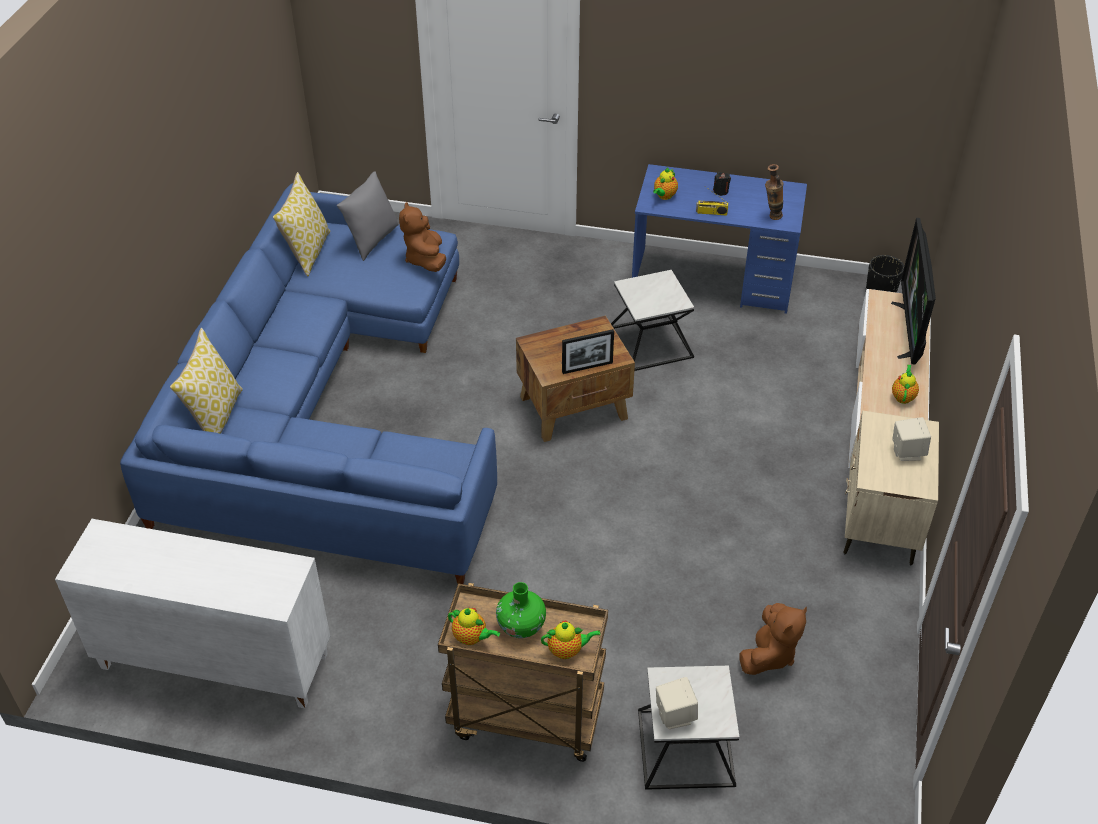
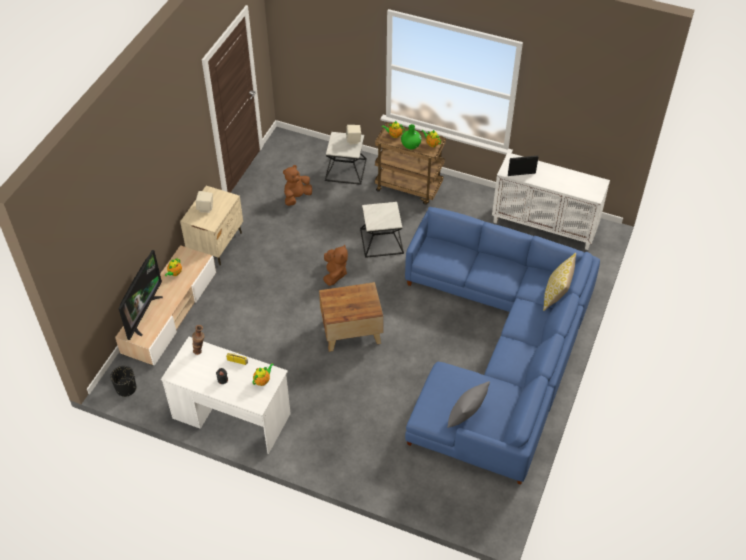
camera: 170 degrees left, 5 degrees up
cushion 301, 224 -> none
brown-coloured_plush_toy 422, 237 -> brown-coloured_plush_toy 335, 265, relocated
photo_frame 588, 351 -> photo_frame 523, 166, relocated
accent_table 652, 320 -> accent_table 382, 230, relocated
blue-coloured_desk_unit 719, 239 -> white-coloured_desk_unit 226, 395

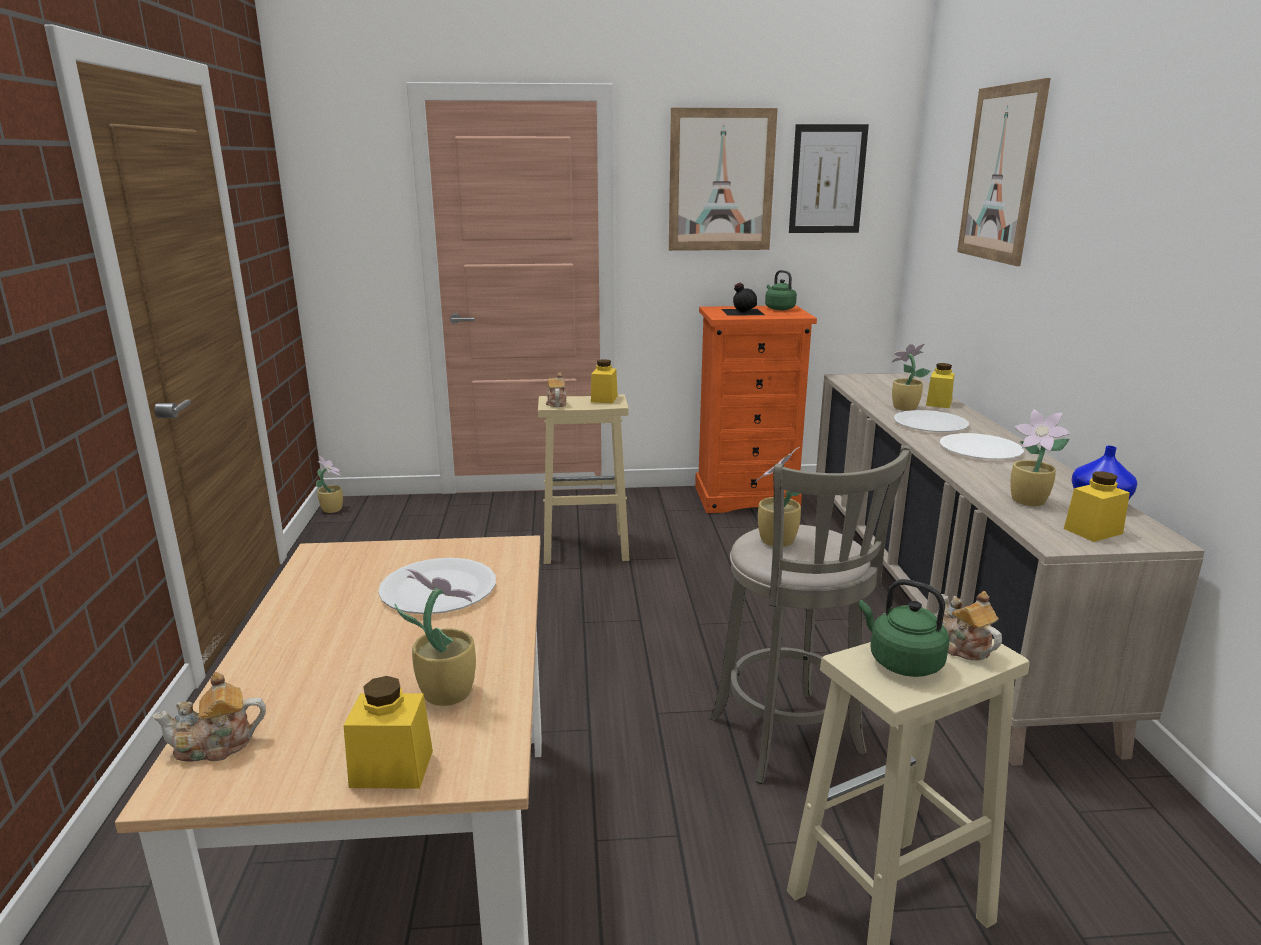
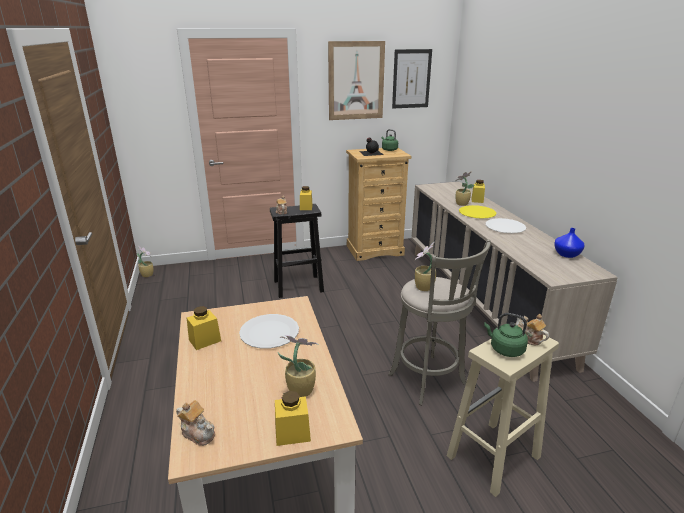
camera: 10 degrees left, 5 degrees up
teapot 209, 717 -> teapot 195, 423, 120 degrees counterclockwise
beige-coloured_stool 584, 479 -> black_stool 297, 251
orange-coloured_chest_of_drawers 756, 409 -> beige-coloured_chest_of_drawers 378, 204
white-coloured_dinner_plate 931, 421 -> yellowish_dinner_plate 478, 212
picture 1004, 172 -> none
houseplant 1040, 457 -> none
yellowish_preserve_jar 1097, 506 -> yellowish_preserve_jar 204, 328, relocated

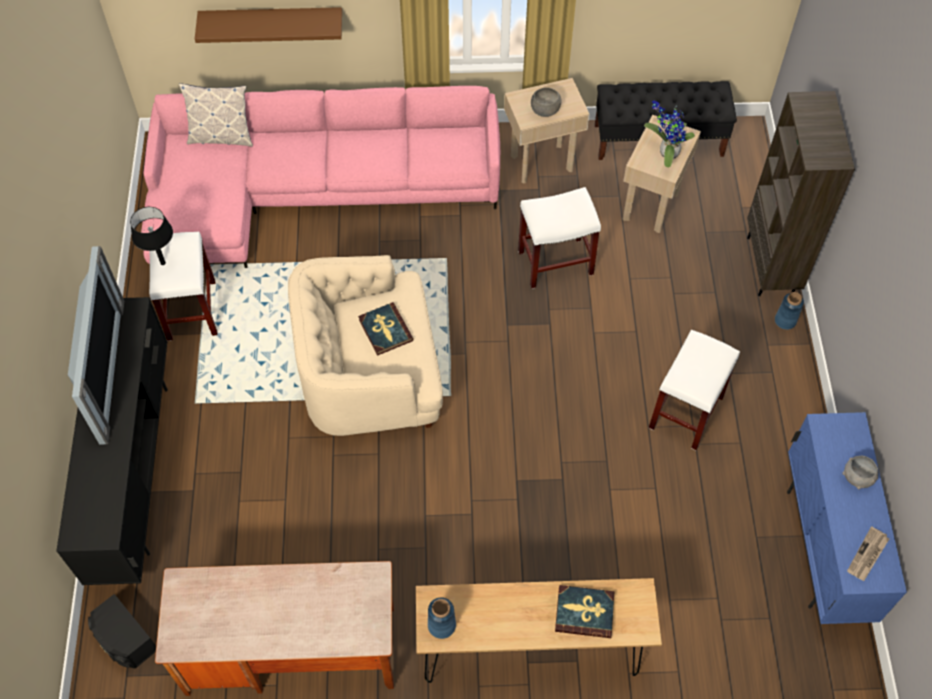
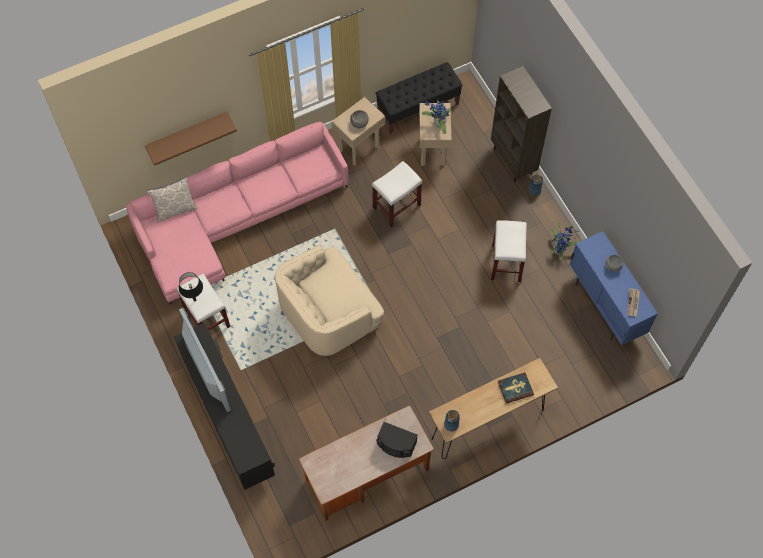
camera: 25 degrees left, 5 degrees up
black_audio_speaker 122, 631 -> black_audio_speaker 396, 440, relocated
book 386, 329 -> none
none -> houseplant 565, 240

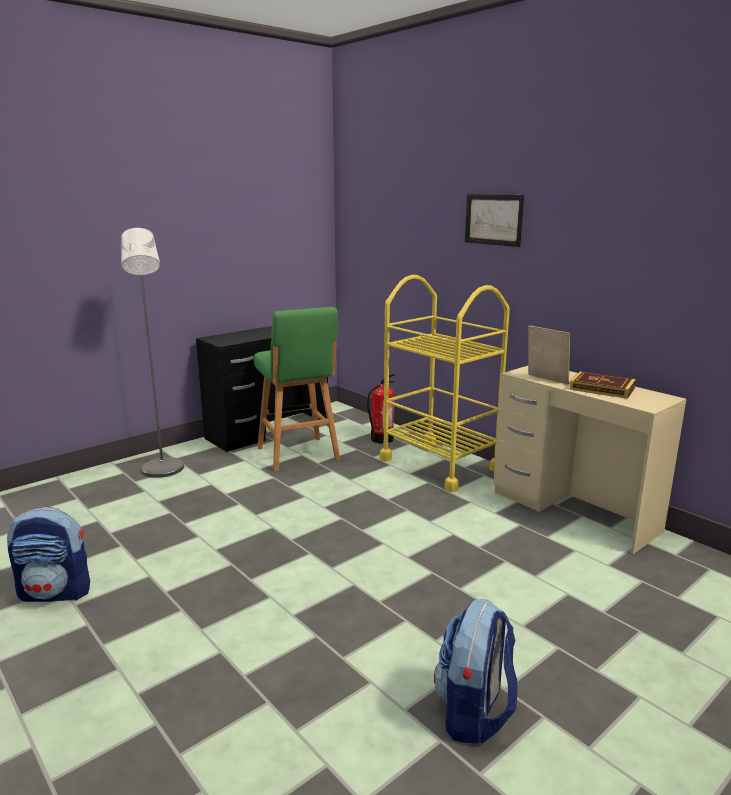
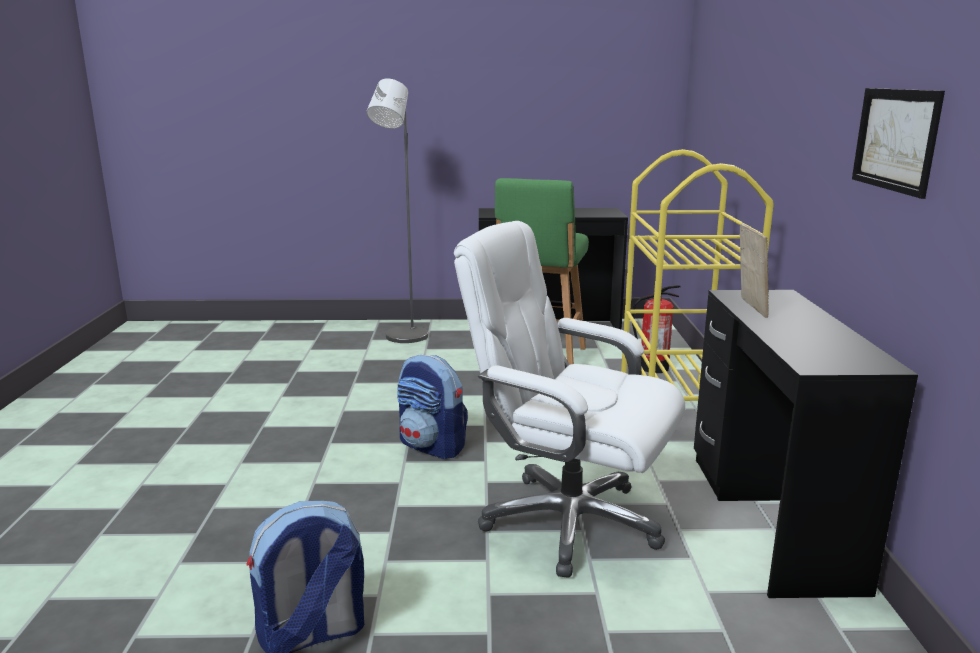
camera: 40 degrees right, 0 degrees up
backpack 48, 554 -> backpack 432, 407, relocated
picture 494, 220 -> picture 898, 143, relocated
beige-coloured_desk_unit 590, 460 -> black_desk_unit 806, 444
book 603, 385 -> none
none -> white-coloured_computer_chair 570, 399

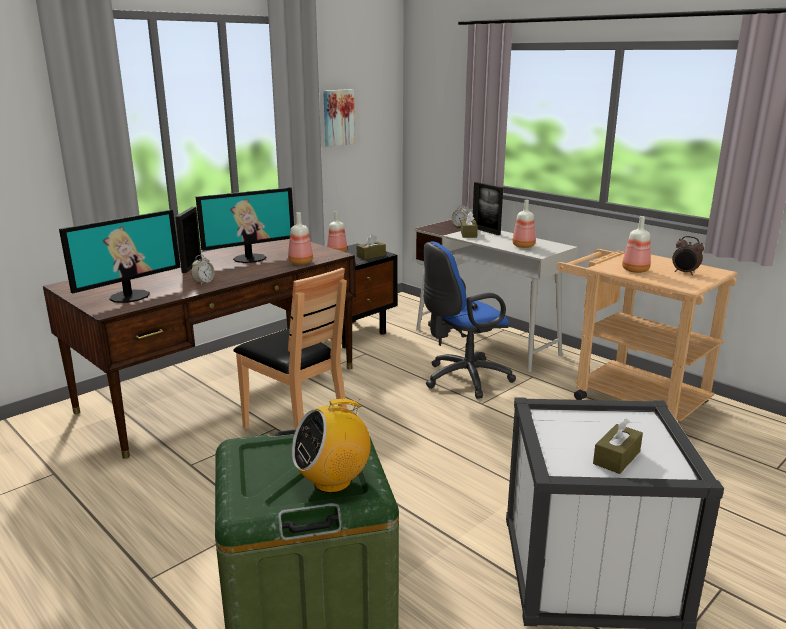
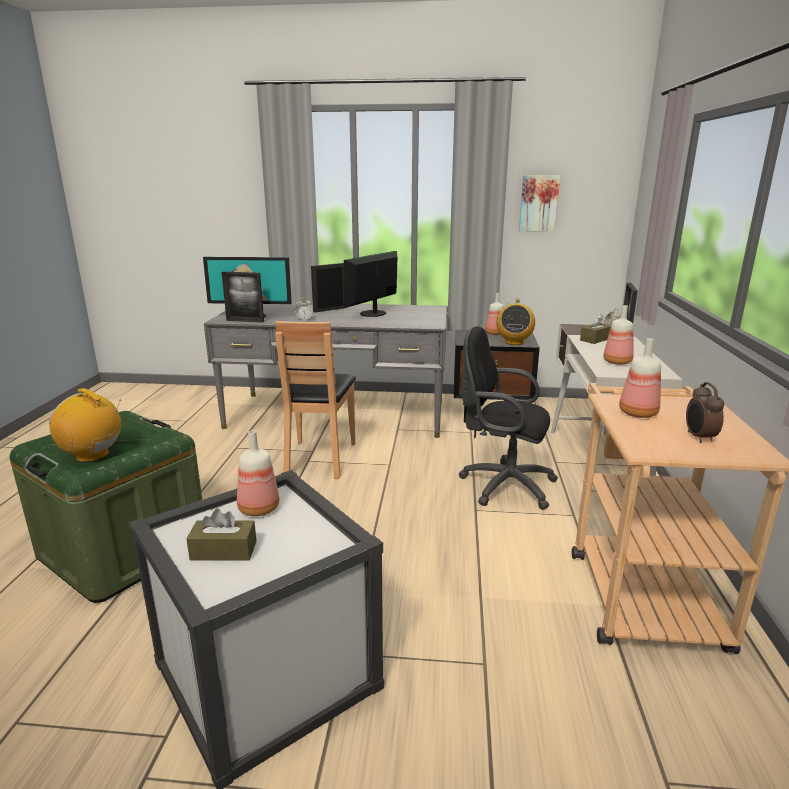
camera: 50 degrees right, 0 degrees up
brown-coloured_desk_unit 199, 349 -> gray_desk_unit 325, 370
computer_screen 245, 225 -> computer_screen 371, 284, 105 degrees clockwise
beverage_bottle 300, 238 -> beverage_bottle 258, 473, relocated
brown-coloured_tissue_box 371, 247 -> radio 515, 322
blue-coloured_computer_chair 470, 320 -> black_computer_chair 508, 418
none -> photo_frame 242, 297

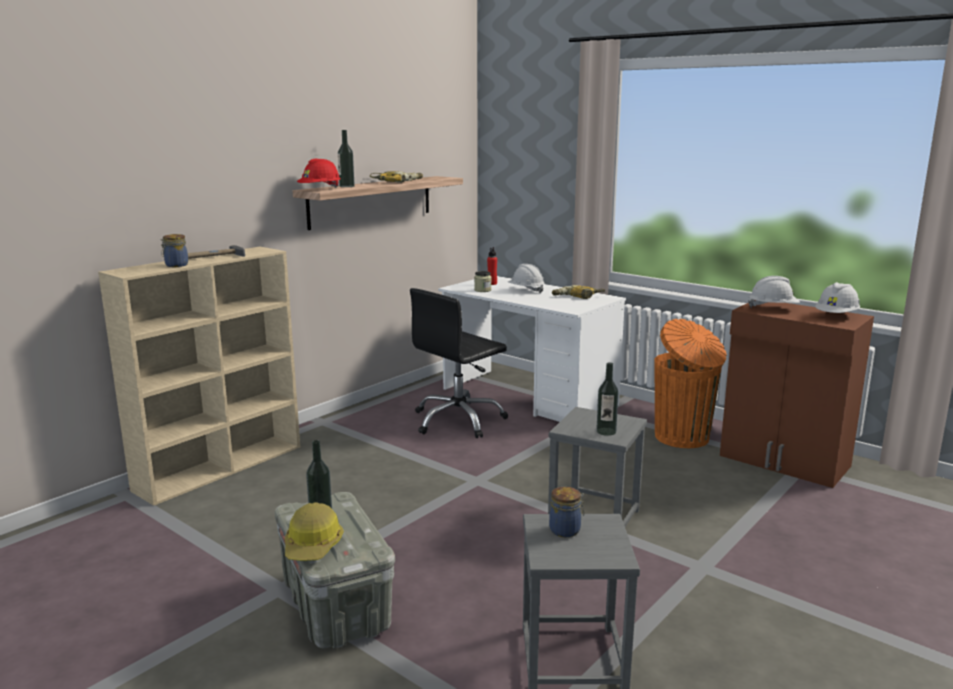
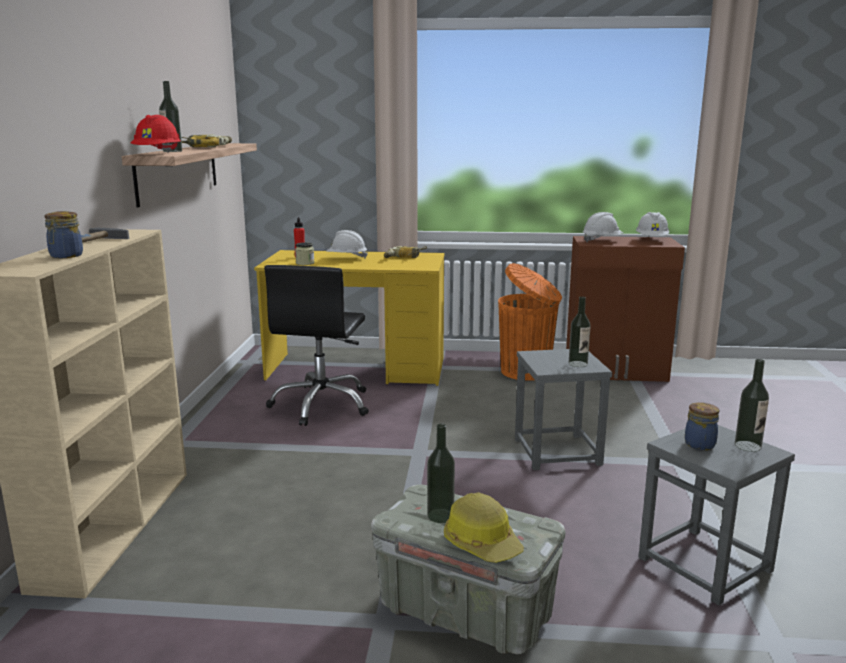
camera: 35 degrees left, 0 degrees up
white-coloured_desk_unit 532, 349 -> yellowish_desk_unit 349, 318
none -> beverage_bottle 752, 405

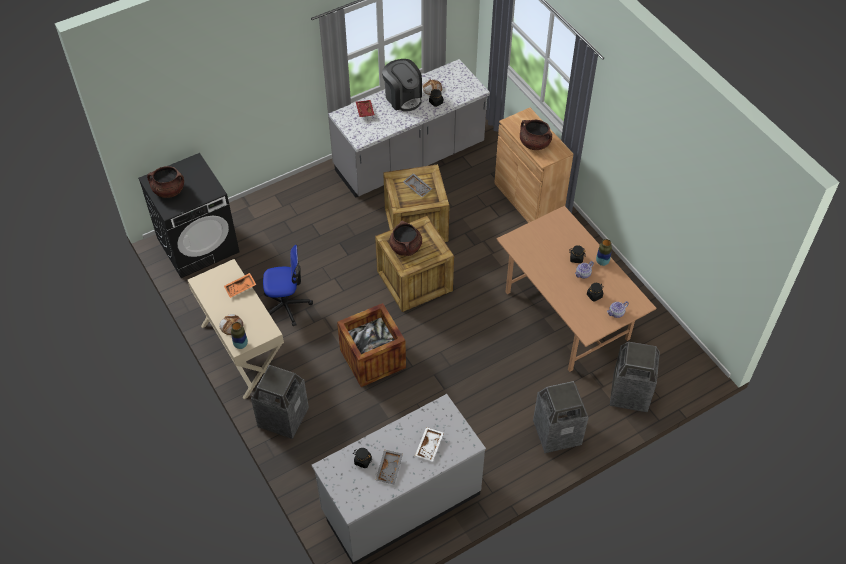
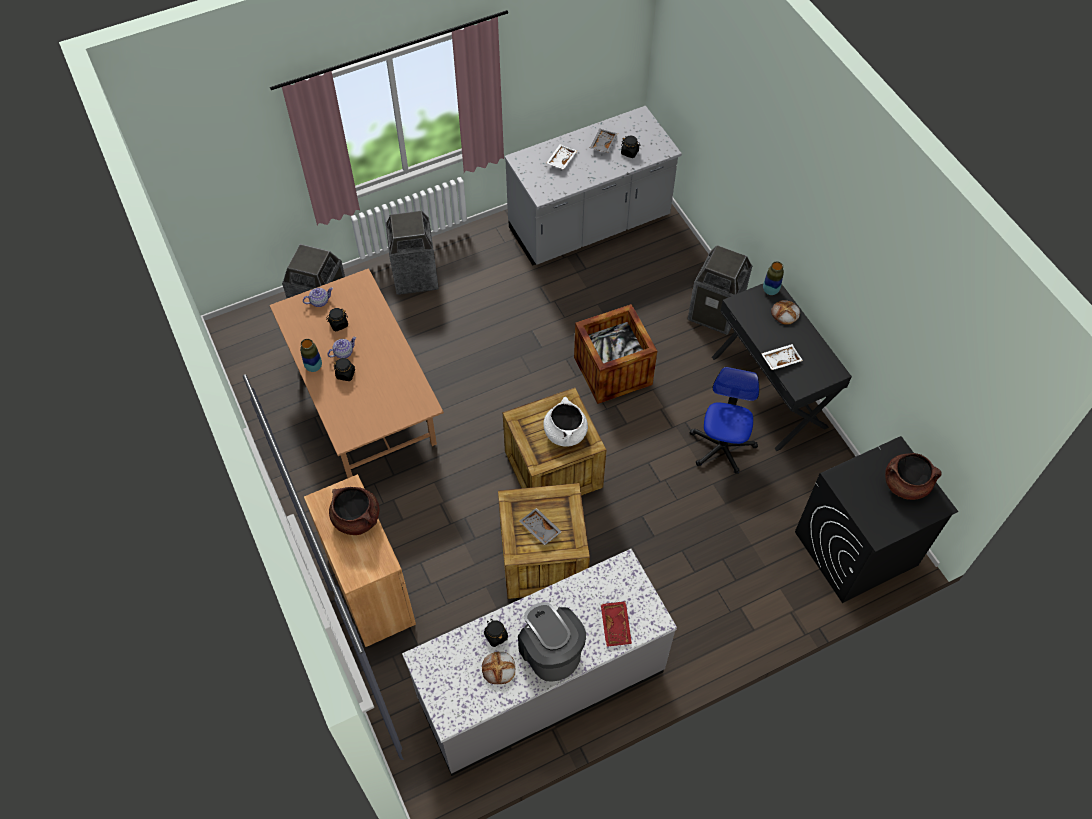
camera: 175 degrees left, 5 degrees up
beige-coloured_desk_unit 236, 329 -> black_desk_unit 782, 367
orange-coloured_carrying_tray 240, 285 -> white-coloured_carrying_tray 782, 357
computer_chair 288, 285 -> computer_chair 724, 420, 105 degrees clockwise
brown-coloured_cooking_pot 405, 238 -> white-coloured_cooking_pot 565, 422

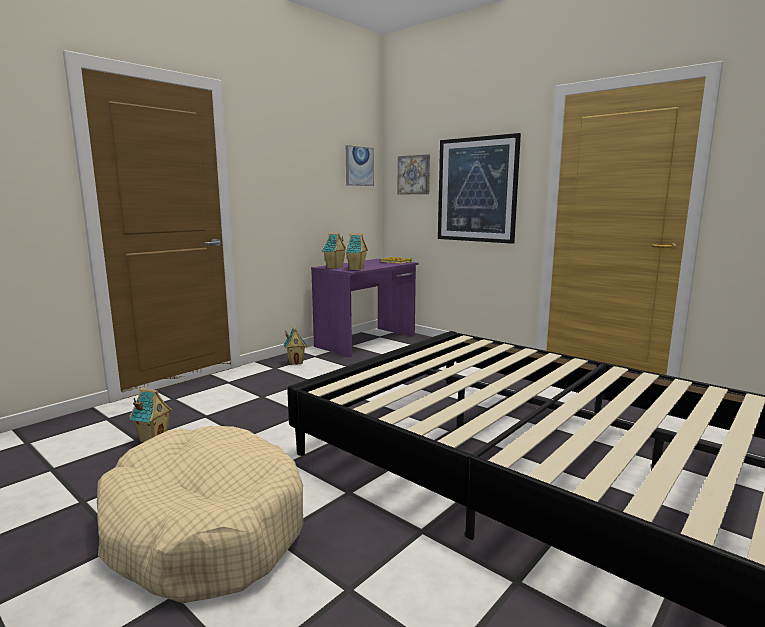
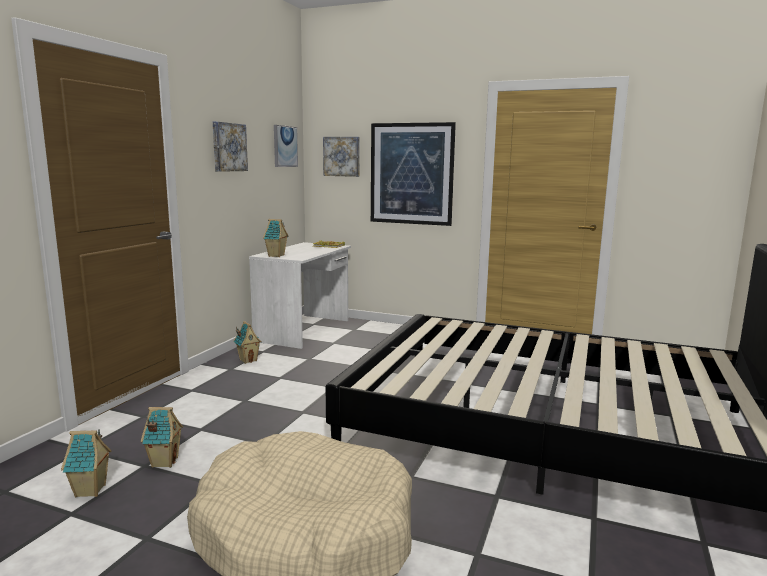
camera: 20 degrees left, 0 degrees up
purple-coloured_desk_unit 364, 308 -> white-coloured_desk_unit 300, 295
model_house 356, 251 -> model_house 86, 463, relocated
none -> picture 230, 147

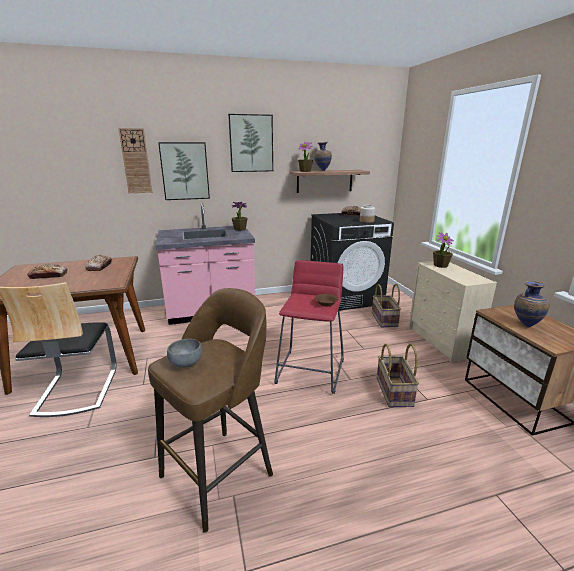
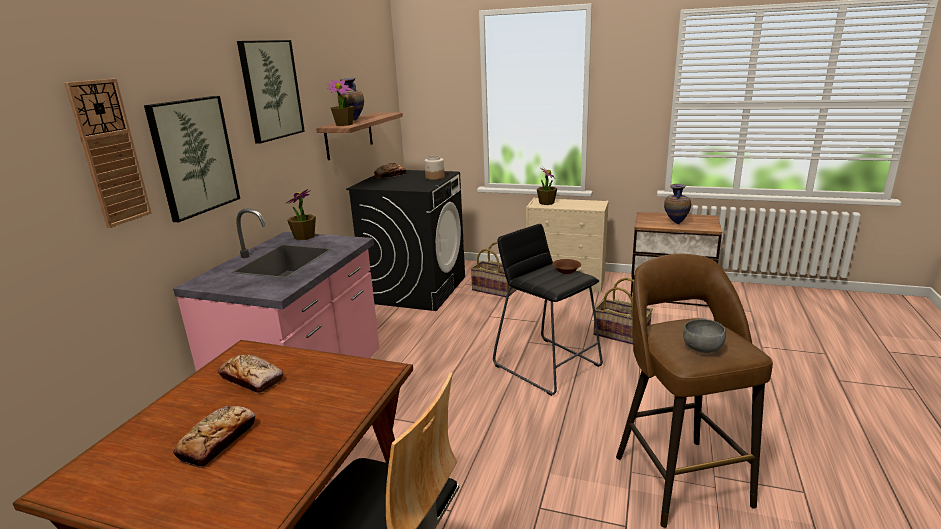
camera: 55 degrees left, 0 degrees up
red-coloured_stool 309, 327 -> black_stool 548, 310

